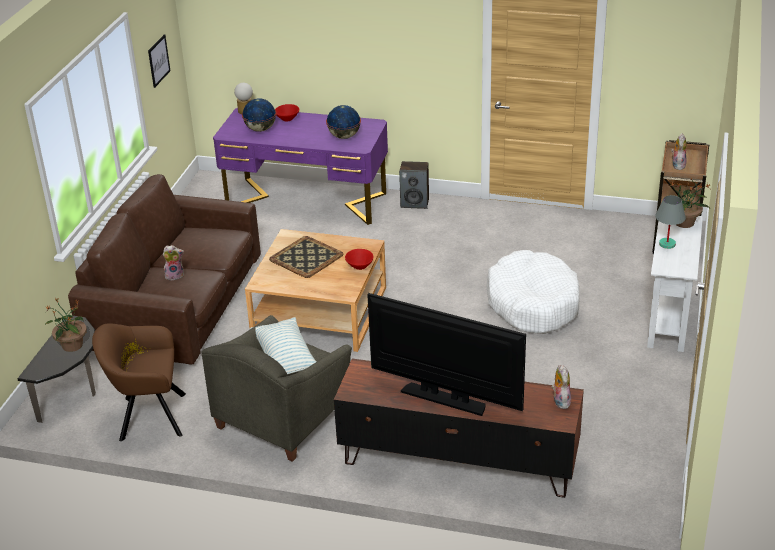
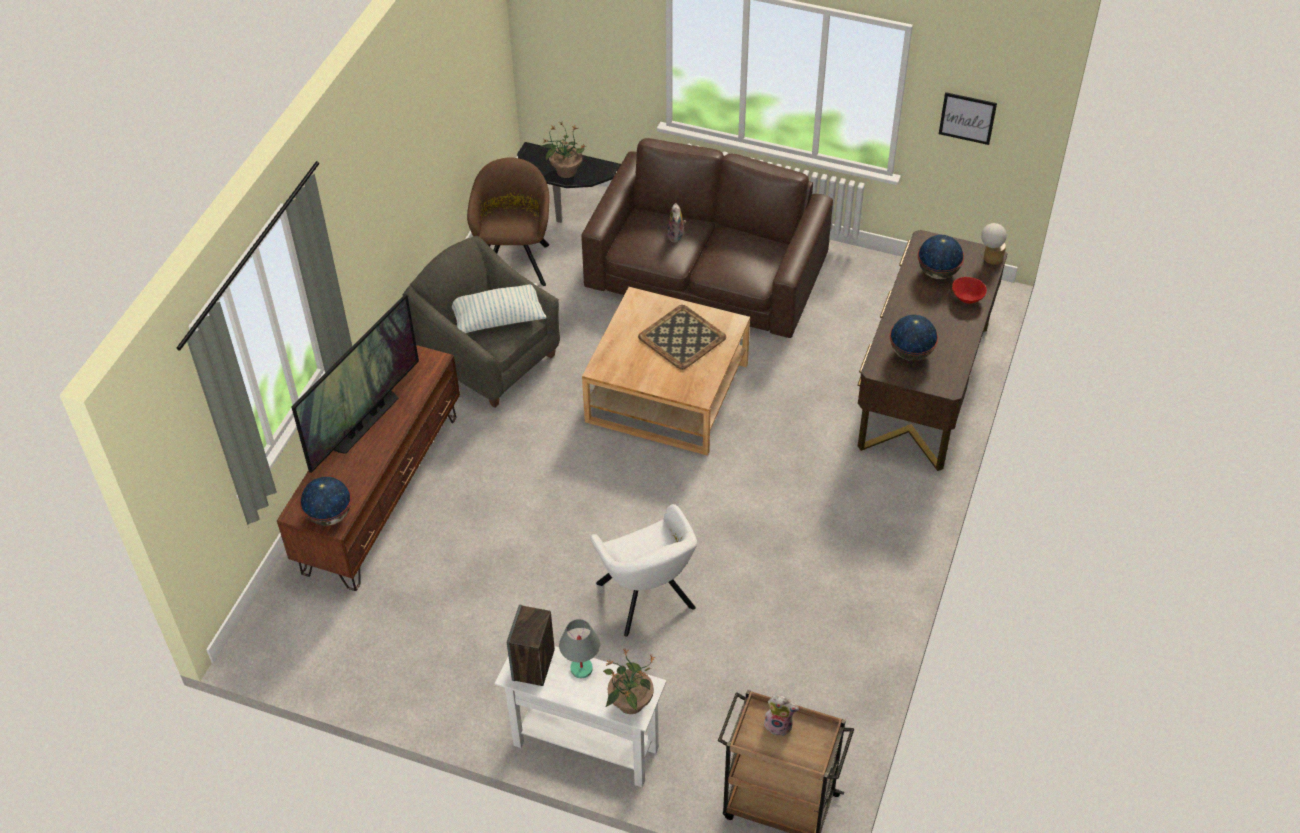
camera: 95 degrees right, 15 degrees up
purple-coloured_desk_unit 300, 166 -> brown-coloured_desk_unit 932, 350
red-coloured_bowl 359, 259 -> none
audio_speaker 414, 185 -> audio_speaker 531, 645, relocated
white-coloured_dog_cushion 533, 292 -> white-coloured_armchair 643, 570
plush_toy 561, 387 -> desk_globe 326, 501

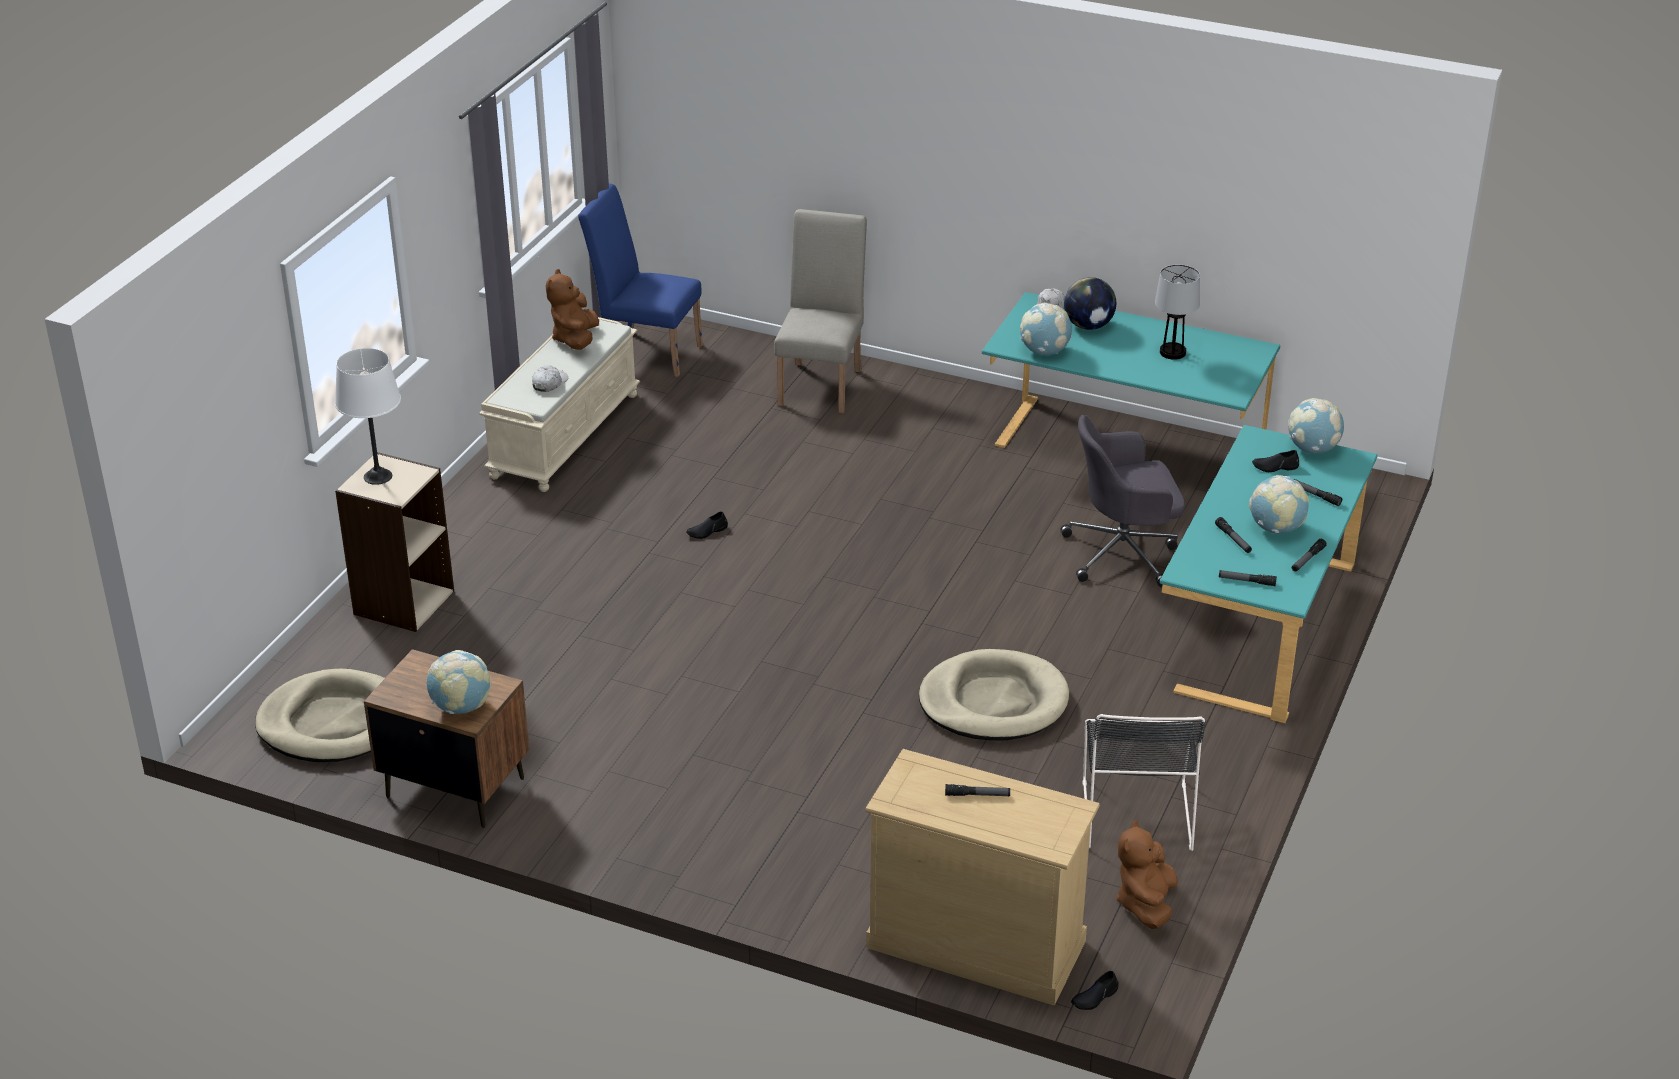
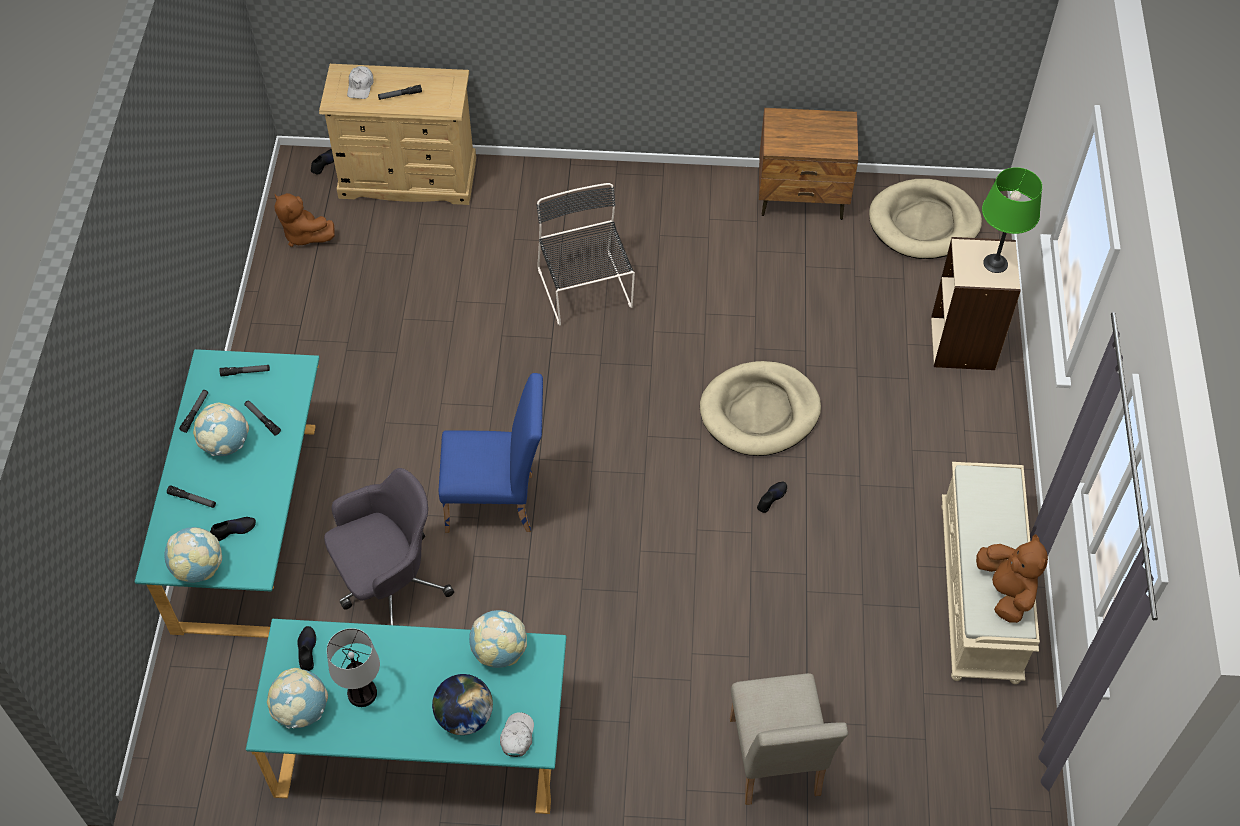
camera: 160 degrees right, 20 degrees up
white-coloured_tabletop_lamp 368, 416 -> greenish_tabletop_lamp 1012, 220
desk_globe 458, 682 -> desk_globe 297, 698, relocated
white-coloured_cap 550, 379 -> white-coloured_cap 360, 82, relocated
blue-coloured_plain_chair 640, 280 -> blue-coloured_plain_chair 490, 452, relocated
beige-coloured_dog_cushion 994, 695 -> beige-coloured_dog_cushion 760, 408, relocated
black_plain_chair 1144, 782 -> black_plain_chair 586, 254, relocated
brown-coloured_plush_toy 1147, 874 -> brown-coloured_plush_toy 304, 220, 135 degrees clockwise
none -> black_shoe 306, 648

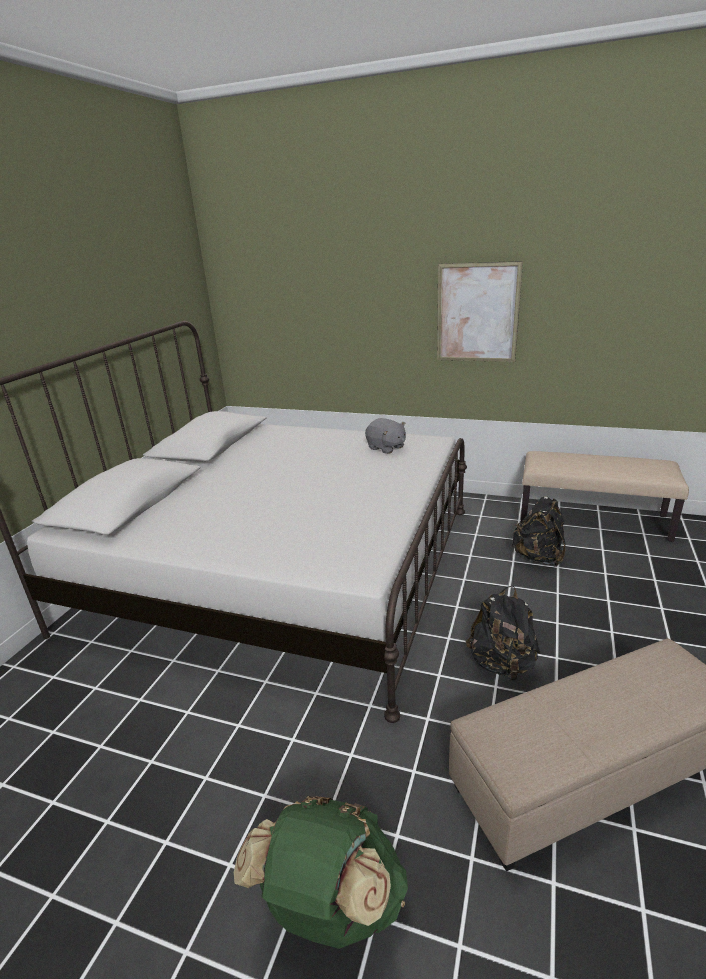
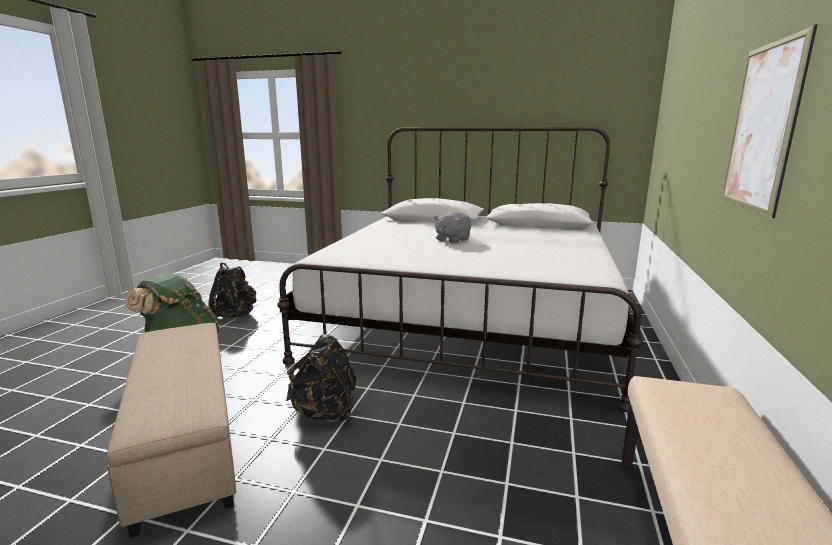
camera: 85 degrees right, 10 degrees down
gray_plush_toy 385, 436 -> gray_plush_toy 453, 227, relocated
black_backpack 538, 531 -> black_backpack 232, 290, relocated

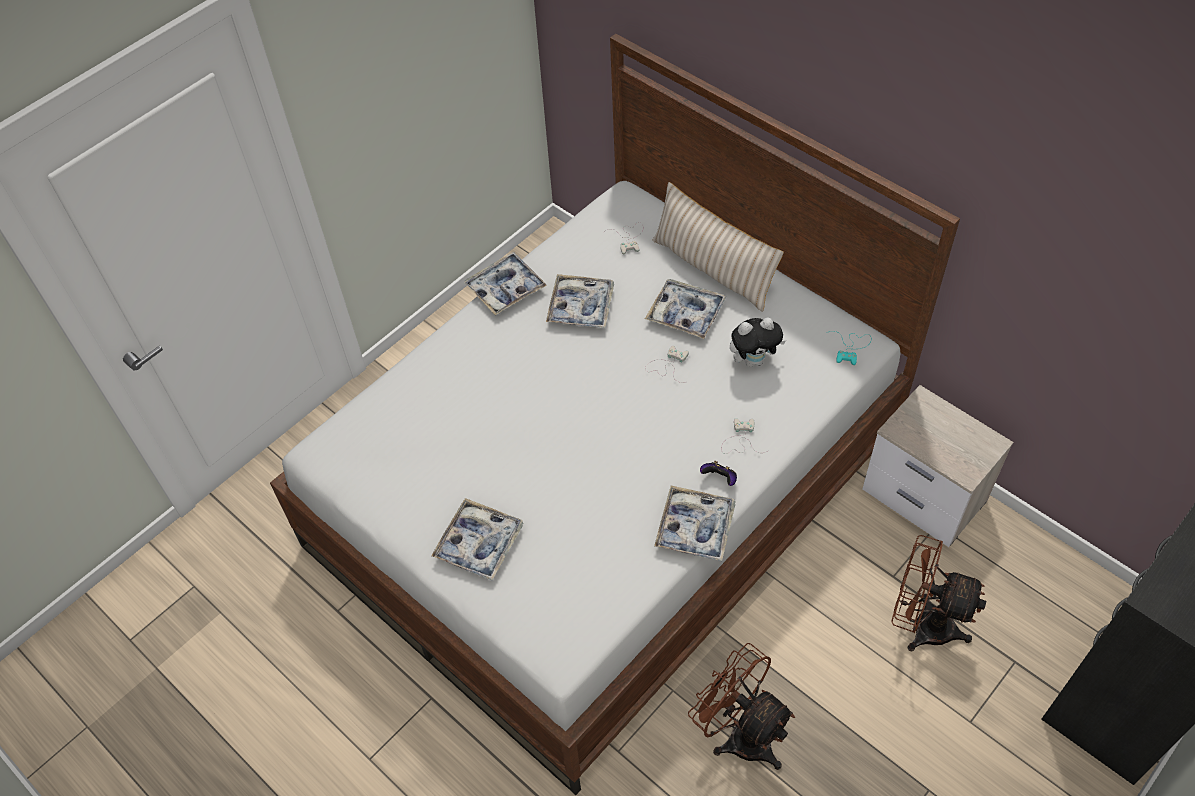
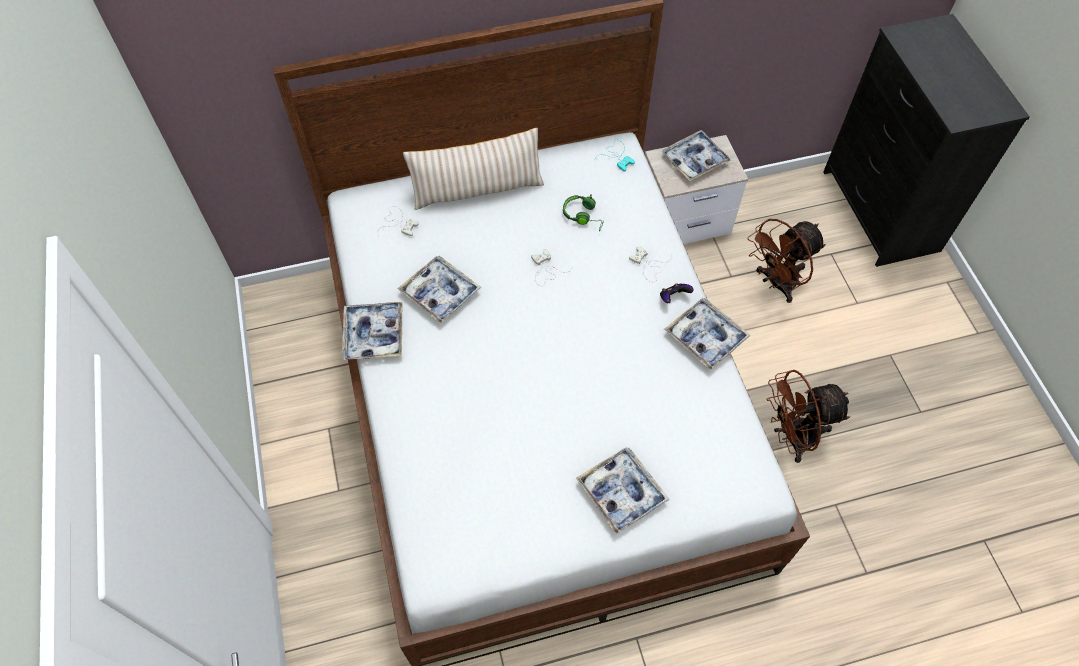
camera: 60 degrees left, 5 degrees up
carrying_tray 686, 309 -> carrying_tray 696, 155, relocated
plush_toy 758, 342 -> greenish_headset 583, 212

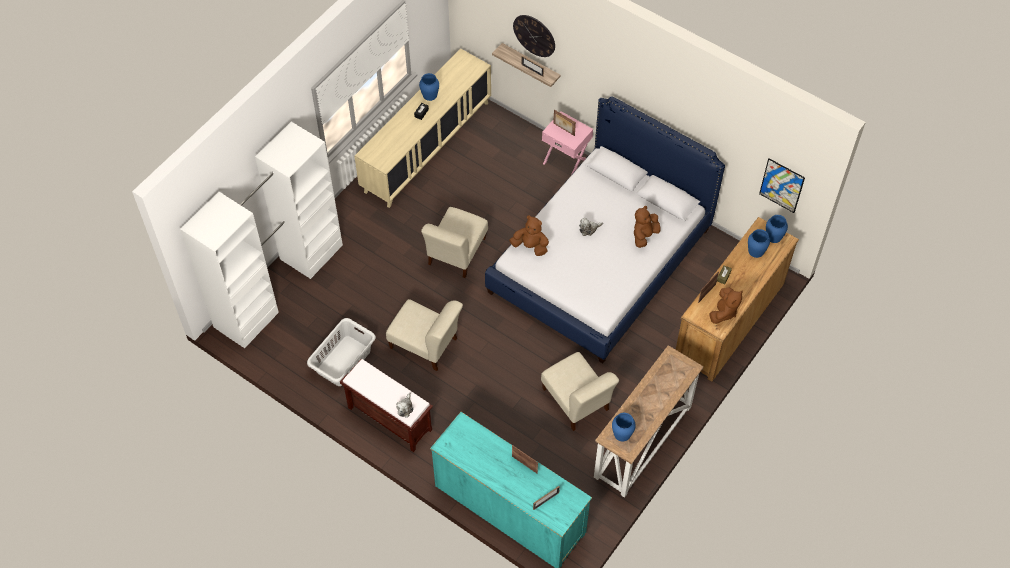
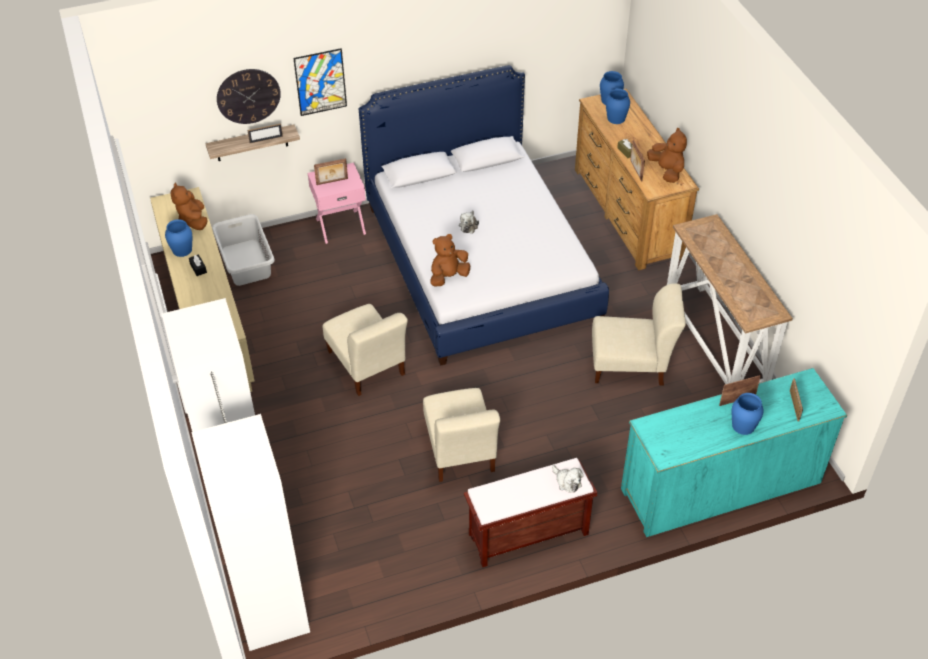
camera: 55 degrees left, 10 degrees down
gray_washing_basket 341, 352 -> gray_washing_basket 243, 250, relocated
beige-coloured_plain_chair 424, 335 -> beige-coloured_plain_chair 461, 435, 105 degrees clockwise
blue-coloured_decorative_vase 624, 427 -> blue-coloured_decorative_vase 747, 414, relocated
brown-coloured_plush_toy 647, 227 -> brown-coloured_plush_toy 189, 206, relocated
picture 782, 185 -> picture 320, 82, relocated

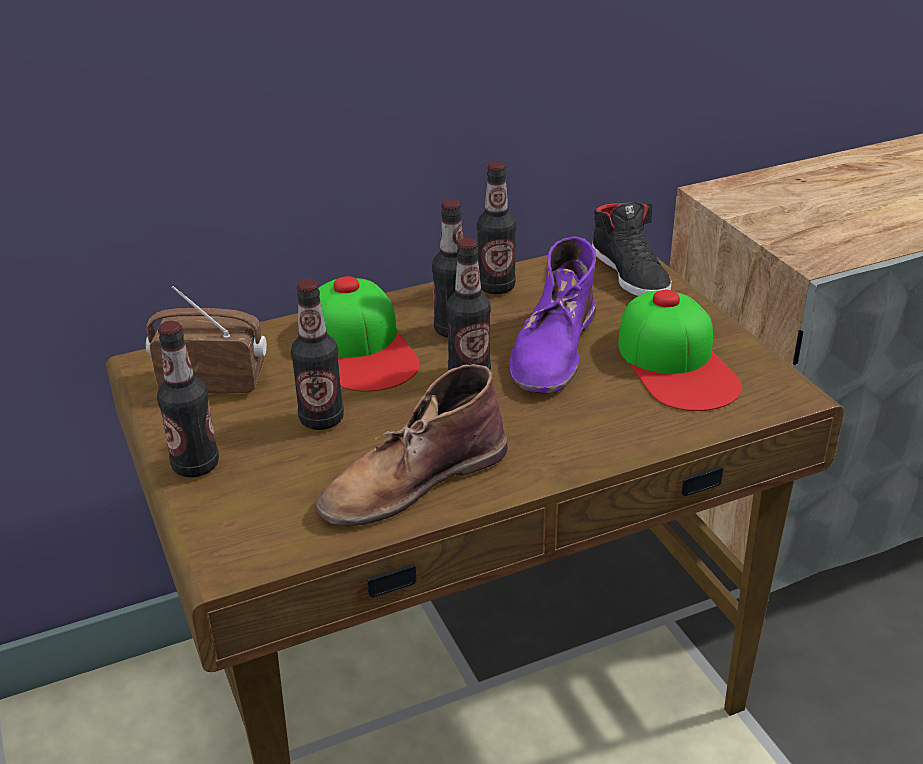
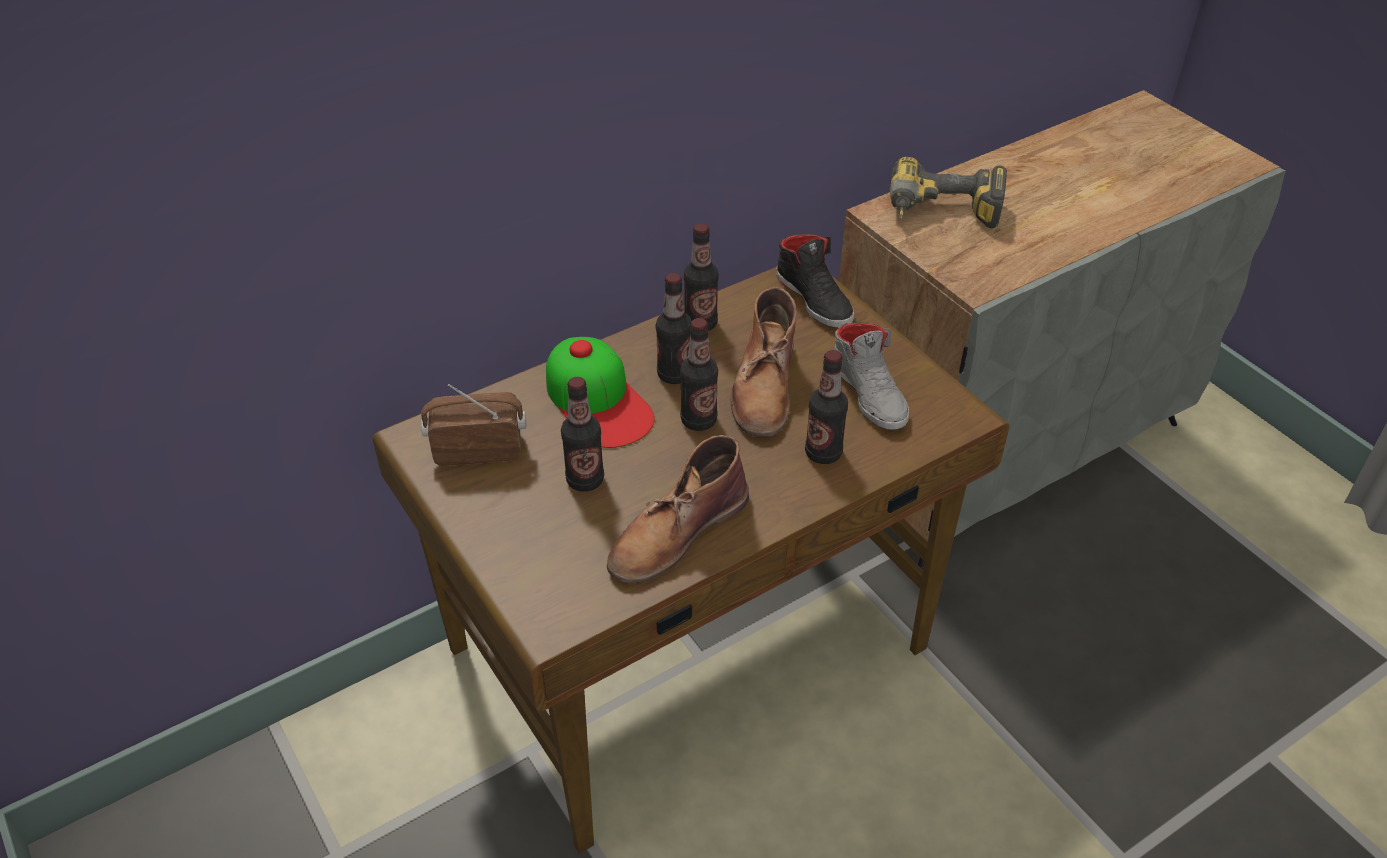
camera: 10 degrees left, 10 degrees up
beverage_bottle 188, 399 -> beverage_bottle 826, 407, relocated
purple-coloured_tall_boot 552, 315 -> brown-coloured_tall_boot 764, 362
cap 680, 350 -> gray_shoe 871, 376
none -> electric_drill 948, 192

